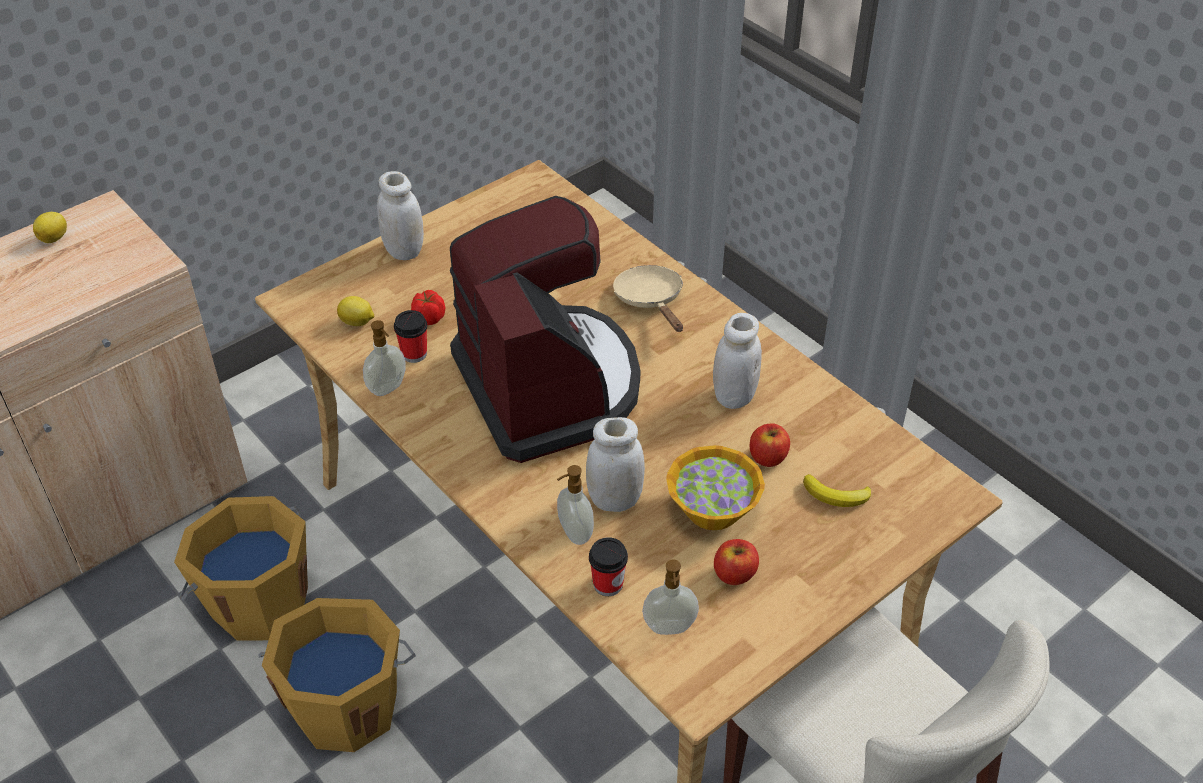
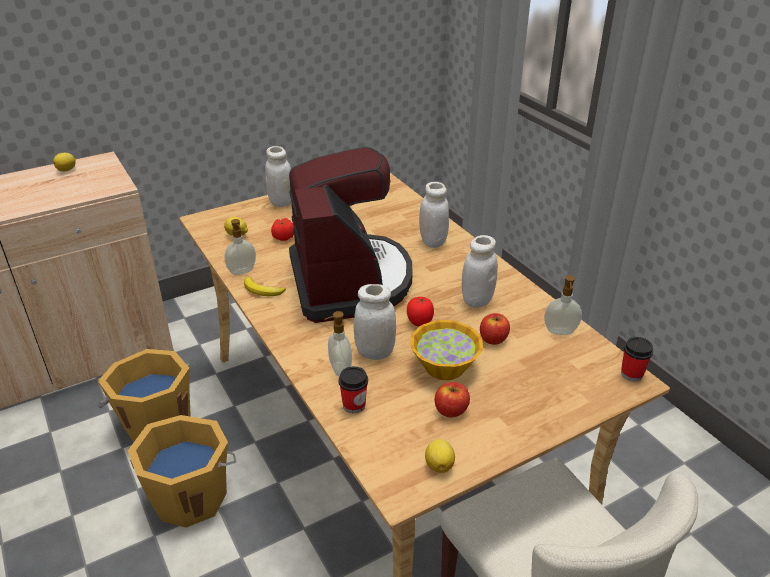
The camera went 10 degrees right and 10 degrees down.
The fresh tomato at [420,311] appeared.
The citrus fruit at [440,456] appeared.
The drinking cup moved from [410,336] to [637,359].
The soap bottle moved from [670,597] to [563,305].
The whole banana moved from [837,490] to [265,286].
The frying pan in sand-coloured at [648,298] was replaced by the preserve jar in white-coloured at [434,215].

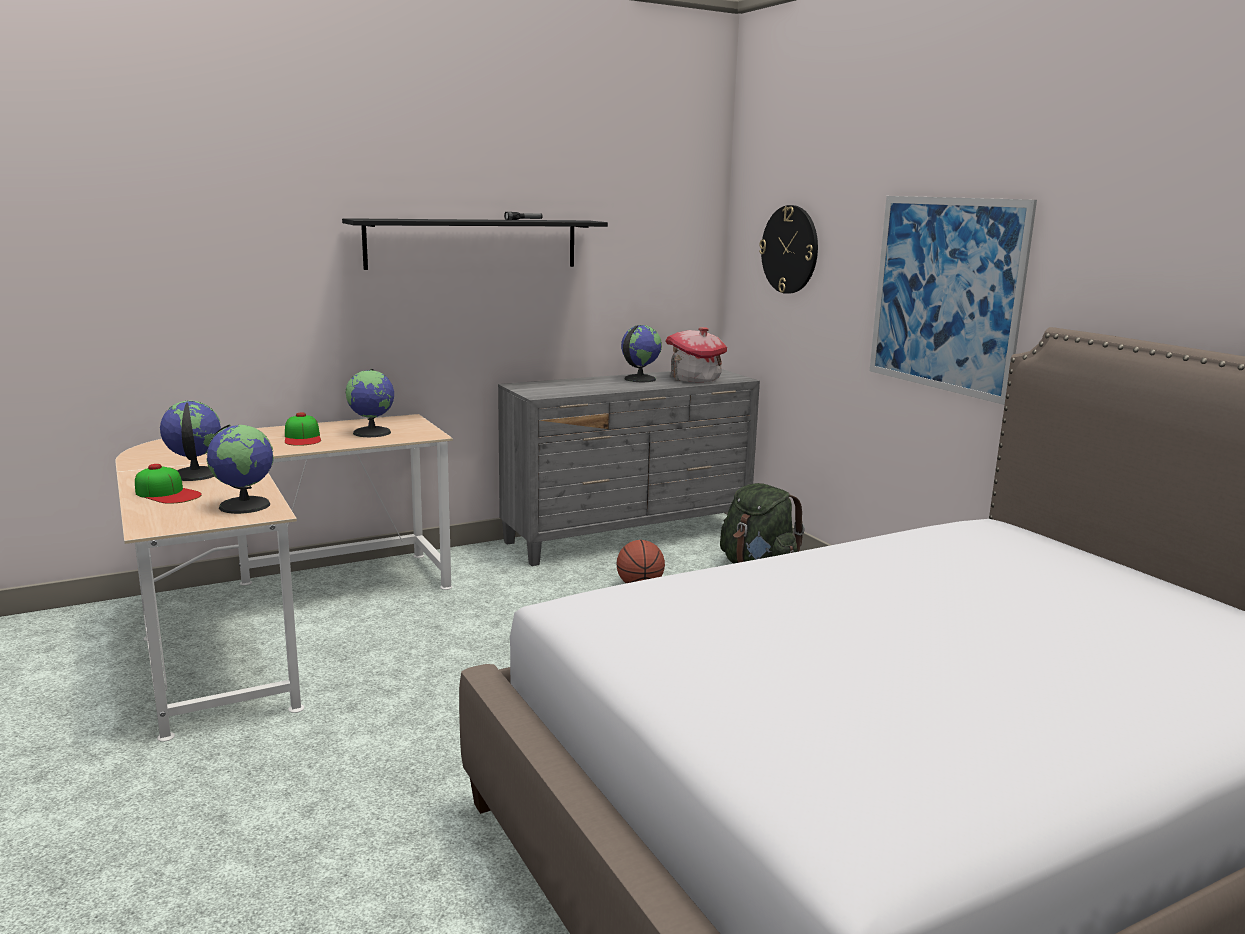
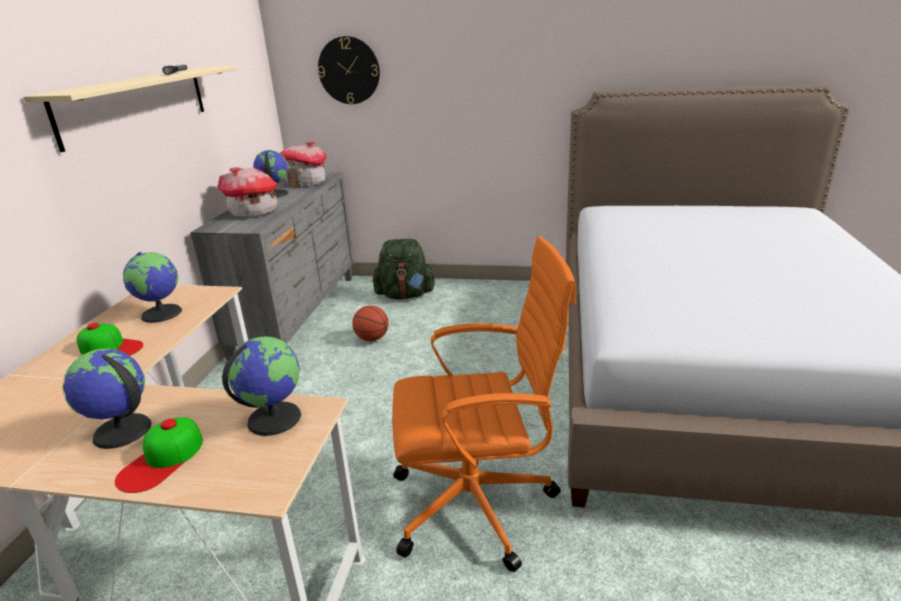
The camera went 50 degrees left and 10 degrees up.
The picture at [953,300] disappeared.
The model house at [247,192] appeared.
The desk chair in orange at [484,404] appeared.
The bracket shelf in black at [475,244] became the bracket shelf in sand-coloured at [129,109].
The peaked cap at [168,484] turned 135 degrees clockwise.

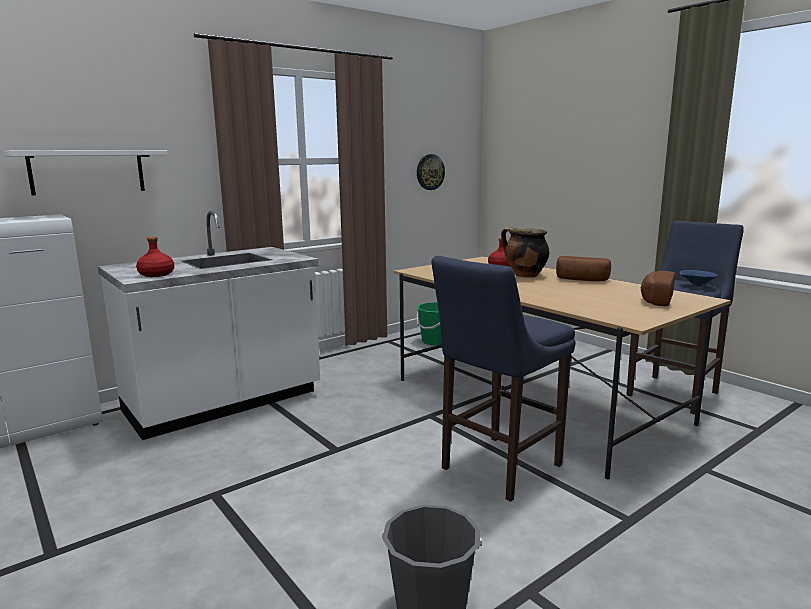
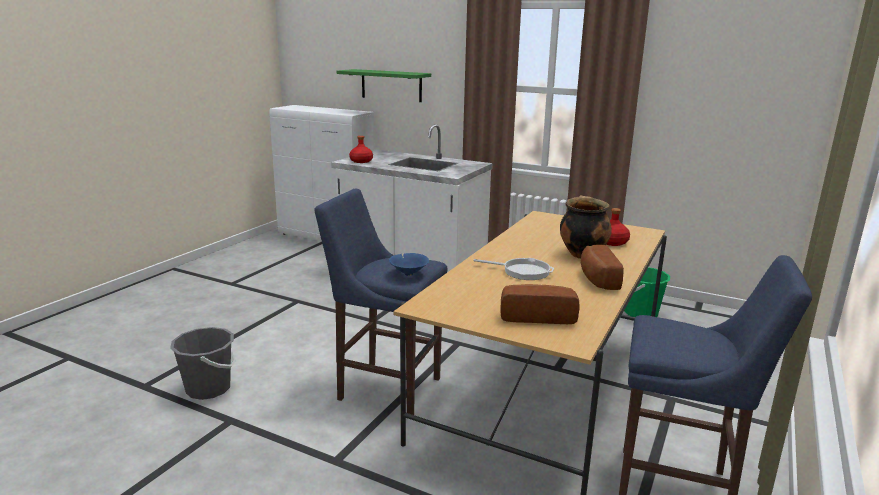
The camera went 65 degrees right and 5 degrees up.
The clock on the wall at [431,172] disappeared.
The frying pan at [514,269] appeared.
The bowl in blue-coloured moved from [698,278] to [409,264].
The bracket shelf in white-coloured at [86,172] became the bracket shelf in greenish at [384,85].

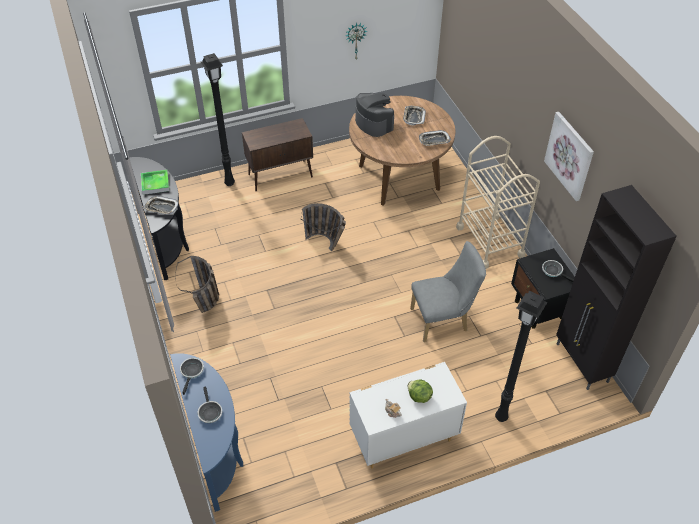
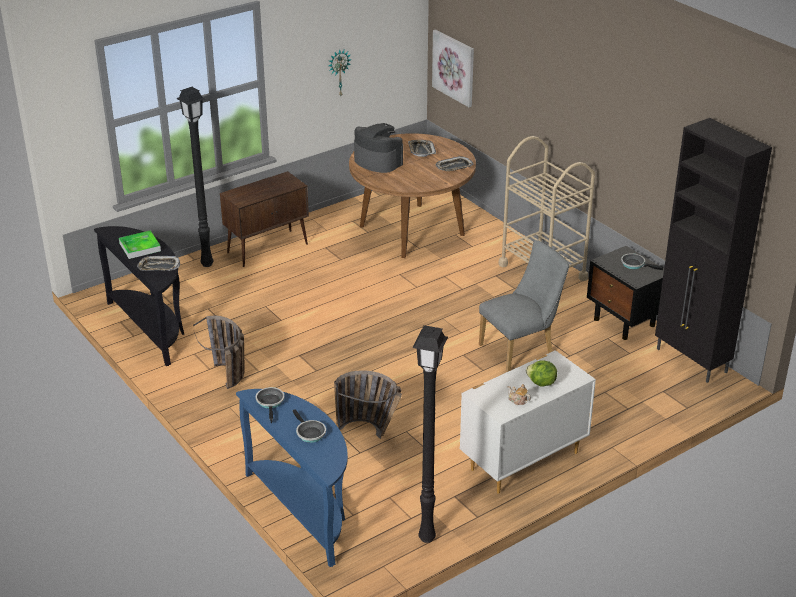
The camera went 15 degrees left and 15 degrees down.
The household basket moved from [323,227] to [368,404].
The floor lamp in black moved from [521,356] to [430,434].
The picture moved from [569,156] to [453,68].

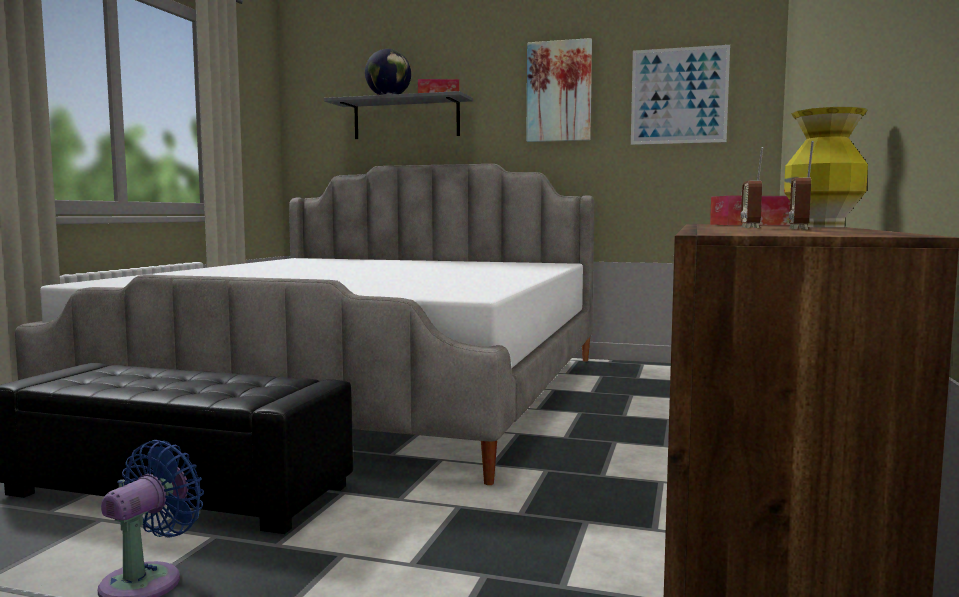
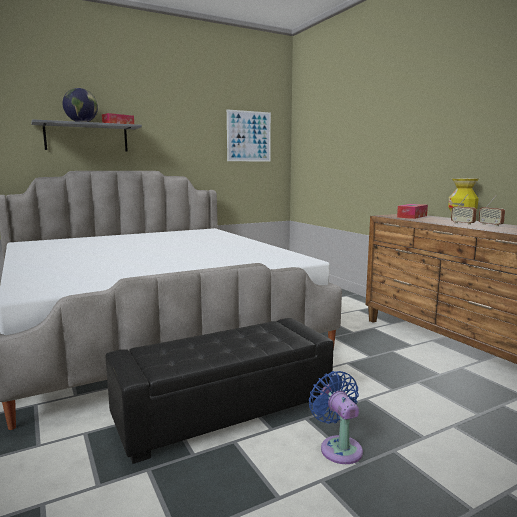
The camera went 45 degrees left and 5 degrees up.
The picture at [559,90] disappeared.

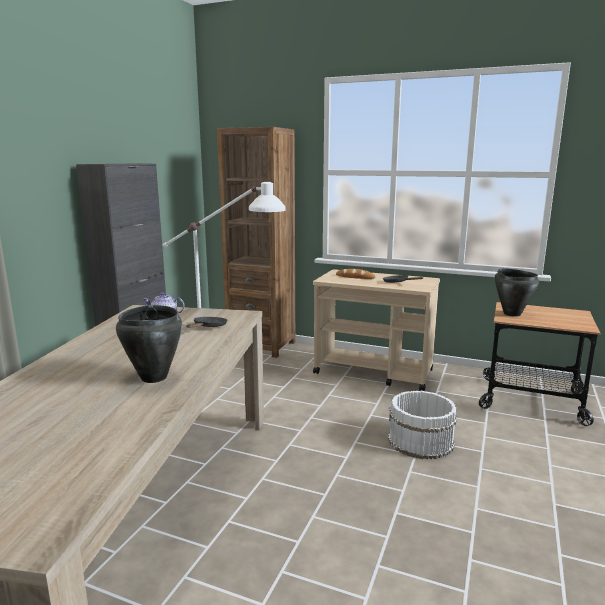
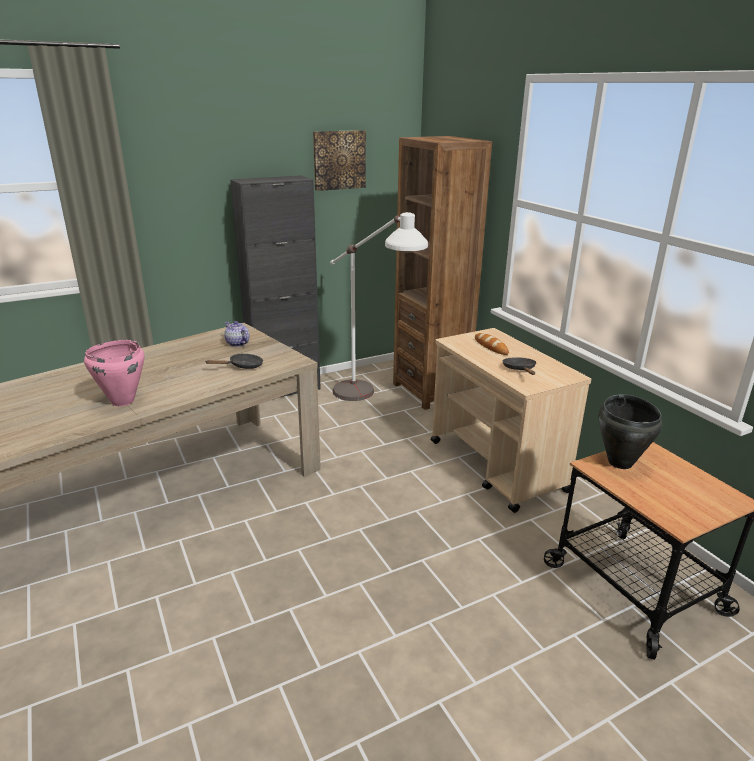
The camera went 40 degrees right and 10 degrees up.
The bucket in white-coloured at [422,425] disappeared.
The picture at [339,160] appeared.
The saucepot in black at [149,344] became the saucepot in pink at [114,373].

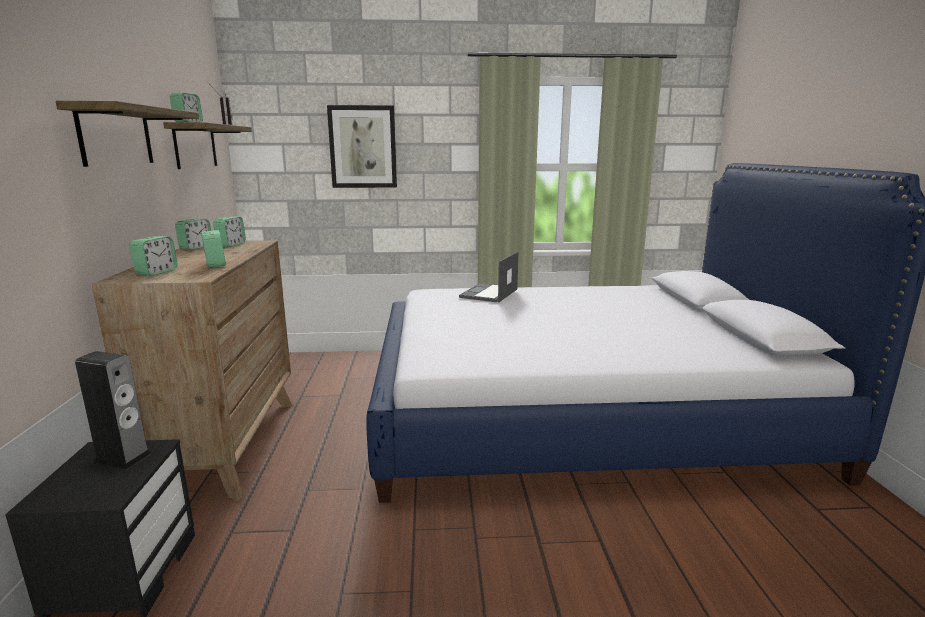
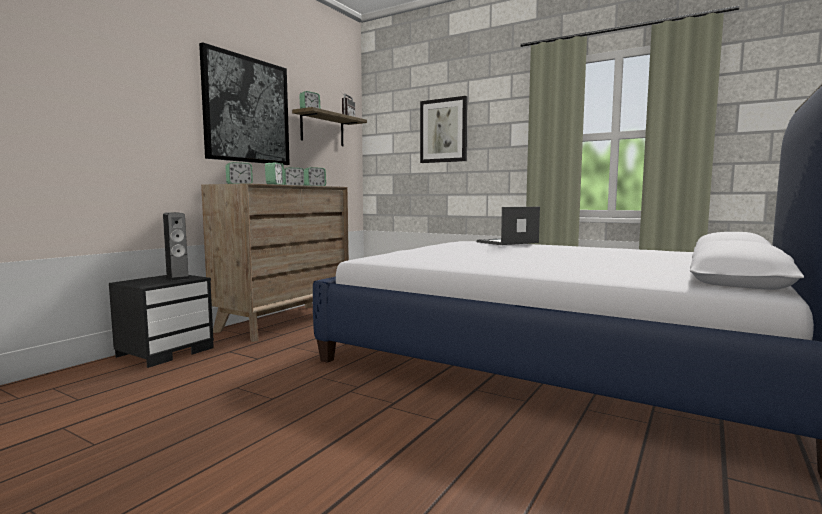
The camera went 35 degrees right and 10 degrees down.
The bracket shelf at [127,134] was replaced by the picture at [244,103].

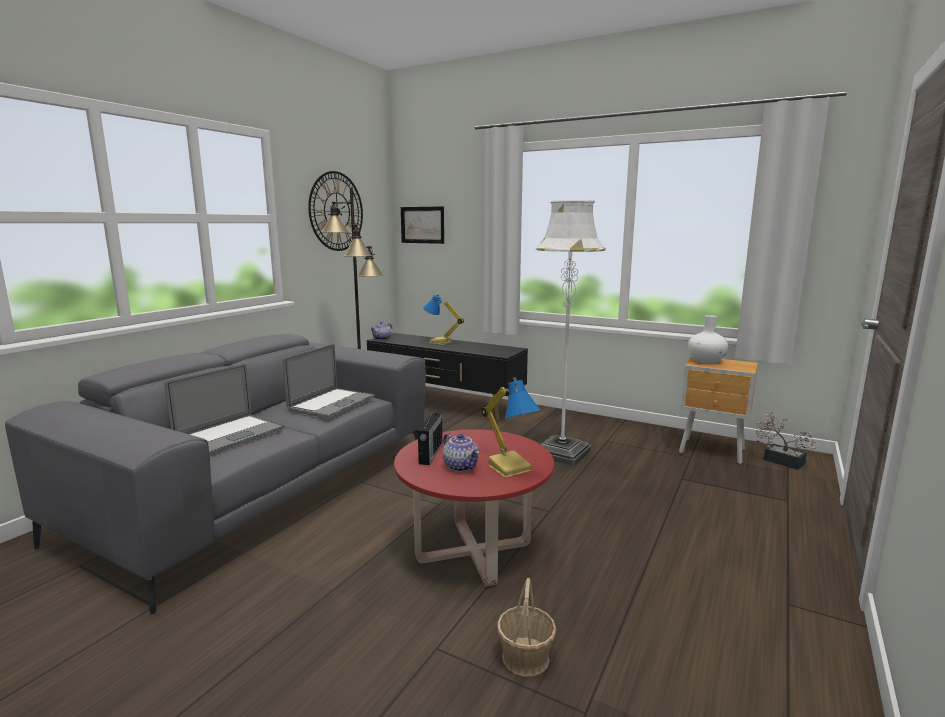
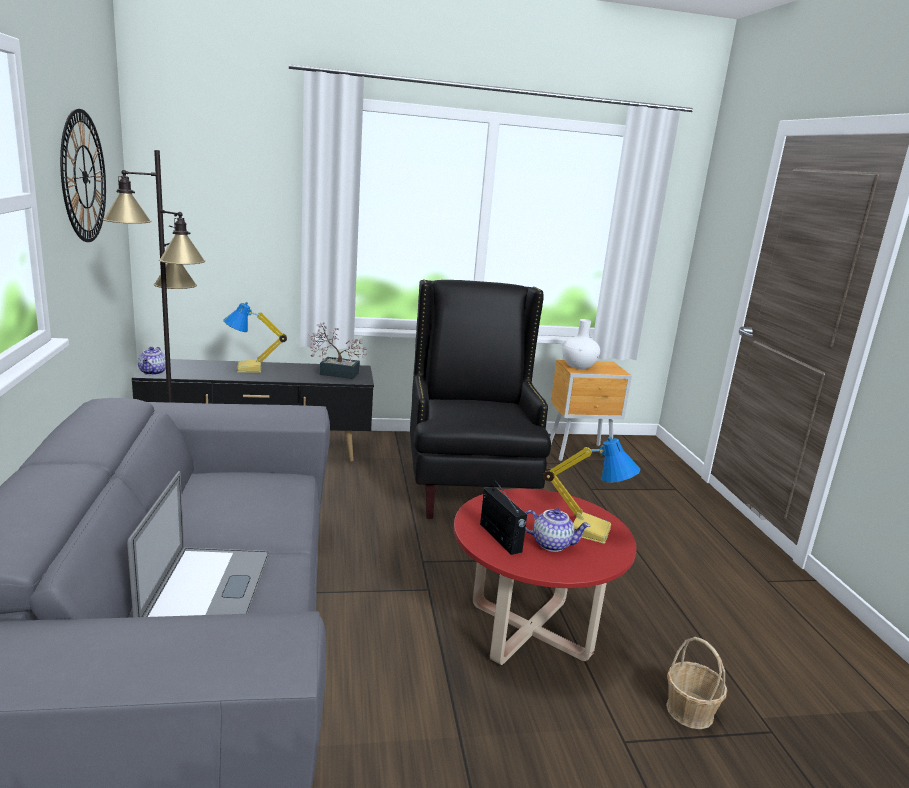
The camera went 40 degrees left and 5 degrees up.
The laptop at [329,381] disappeared.
The picture at [422,225] disappeared.
The plant in a pot moved from [786,441] to [338,350].
The floor lamp in white-coloured at [571,333] was replaced by the easy chair in black at [480,399].

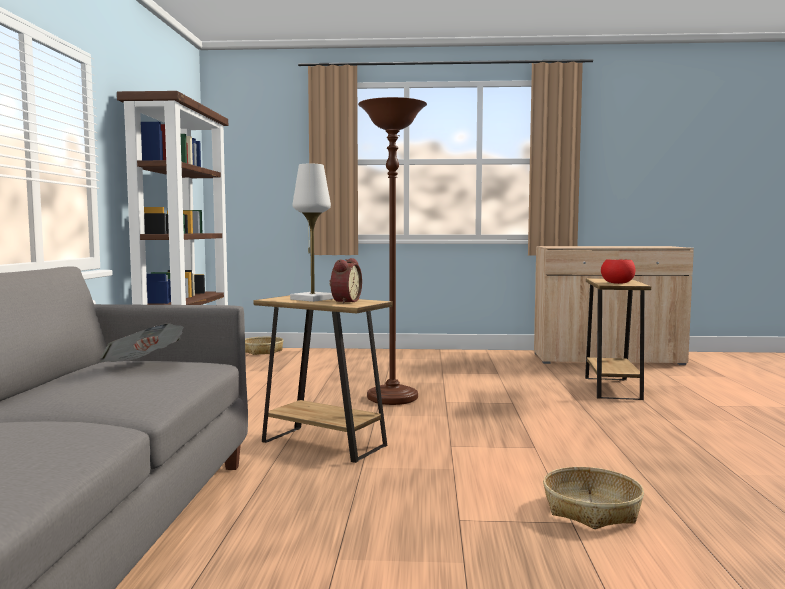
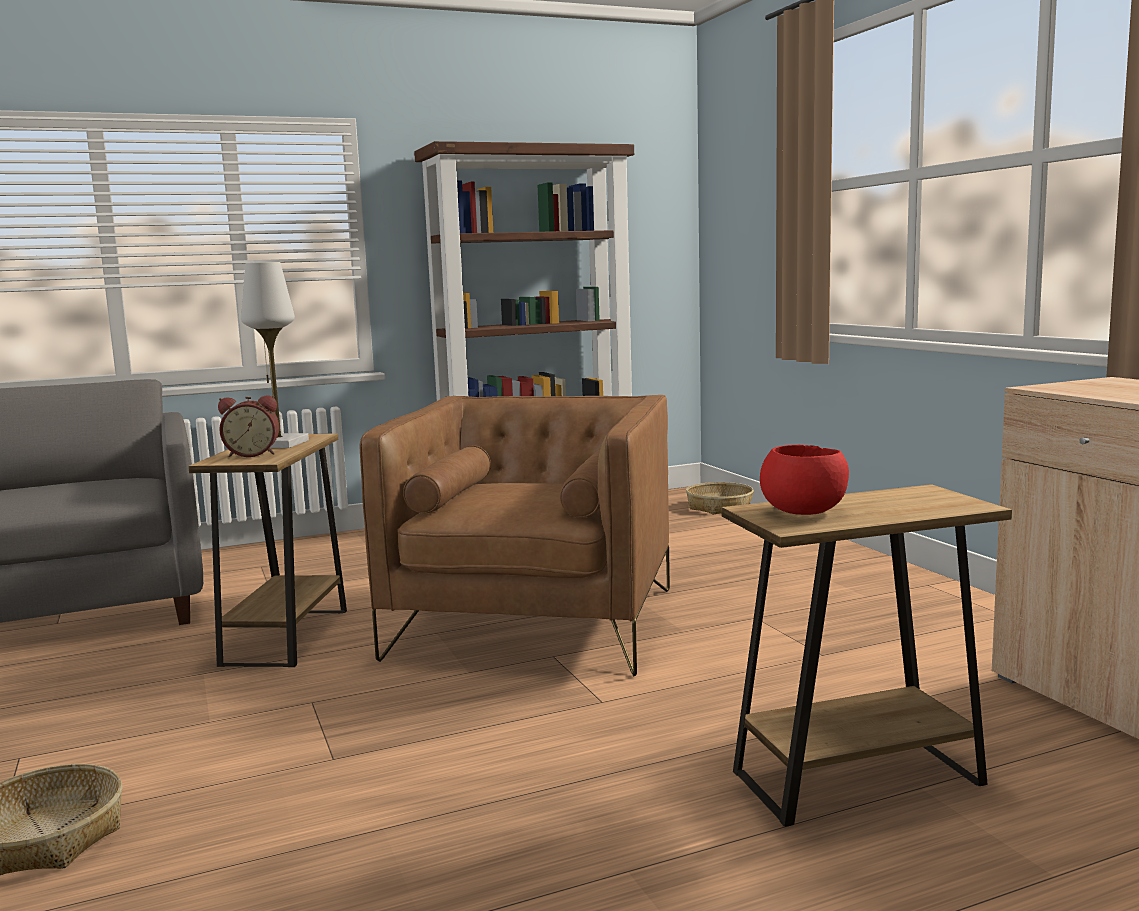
The camera went 65 degrees right and 5 degrees up.
The daily paper at [142,342] disappeared.
The floor lamp in brownish at [392,251] was replaced by the easy chair in brownish at [515,535].

